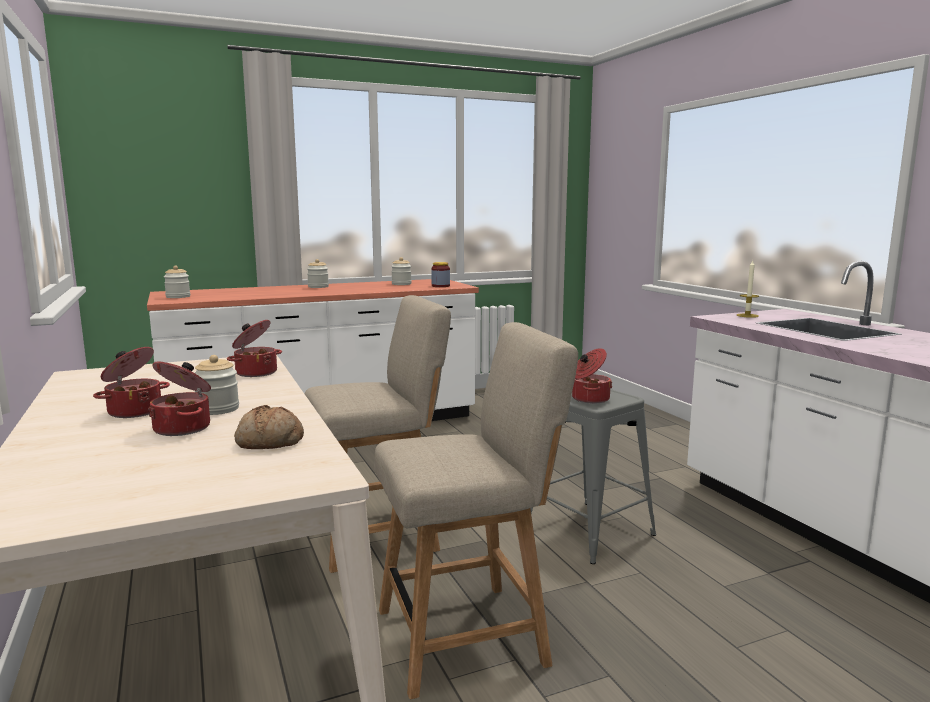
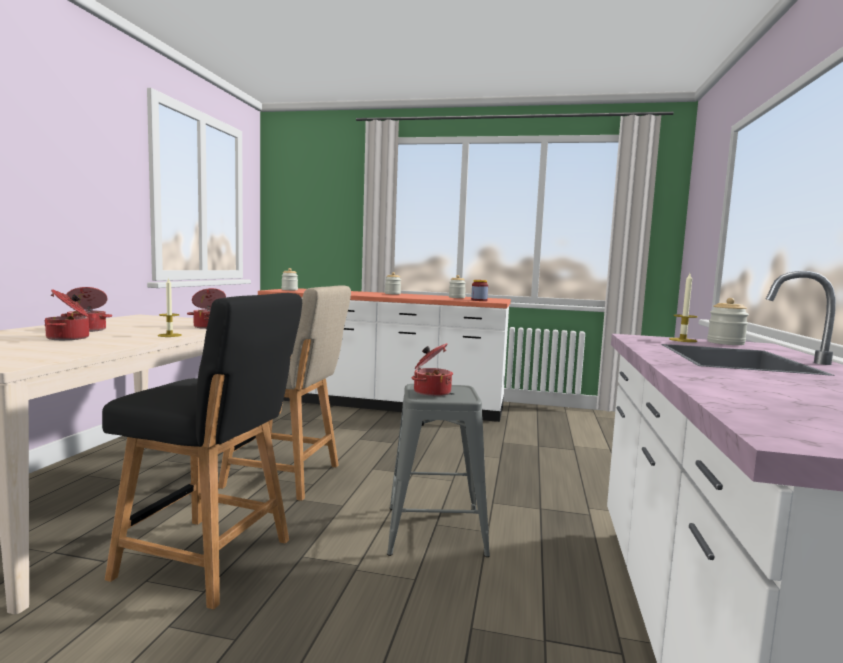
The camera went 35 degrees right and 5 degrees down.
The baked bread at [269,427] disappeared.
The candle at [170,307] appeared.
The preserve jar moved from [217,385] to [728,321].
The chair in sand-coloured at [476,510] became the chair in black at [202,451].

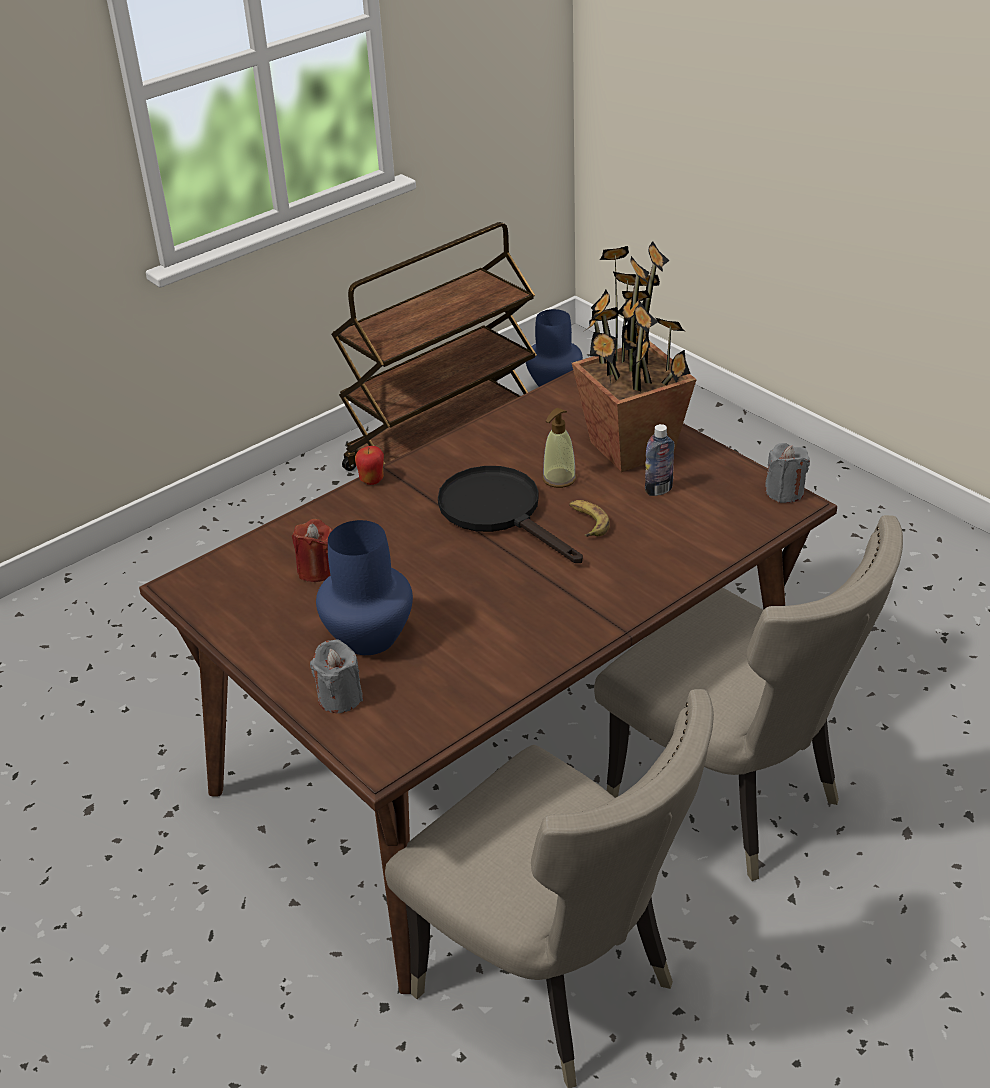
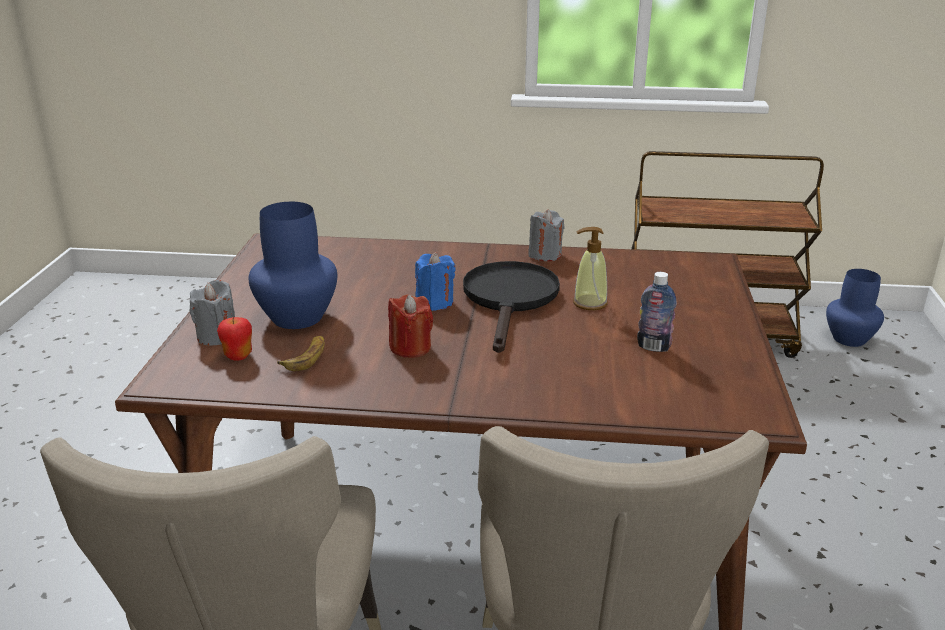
The camera went 45 degrees right and 10 degrees down.
The plant in a pot at [634,356] disappeared.
The candle in blue-coloured at [435,281] appeared.
The candle in reddish moved from [312,550] to [410,326].
The apple fruit moved from [369,465] to [234,339].
The whole banana moved from [589,518] to [300,353].
The candle in greyish moved from [787,473] to [546,235].

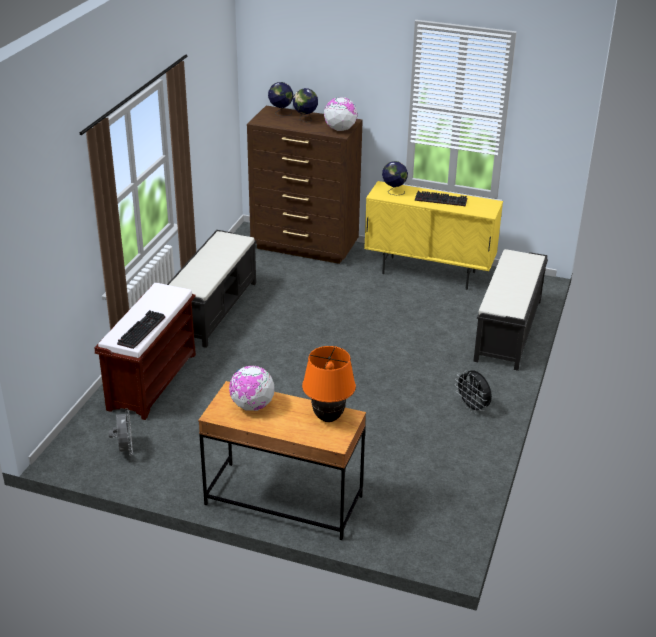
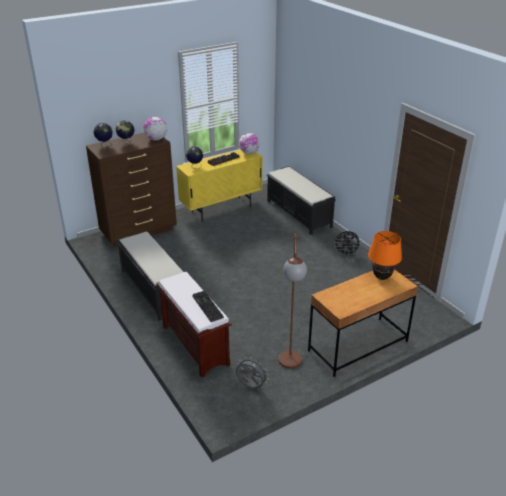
The camera went 50 degrees left and 0 degrees up.
The floor lamp in brownish at [292,301] appeared.
The desk globe moved from [251,388] to [249,143].

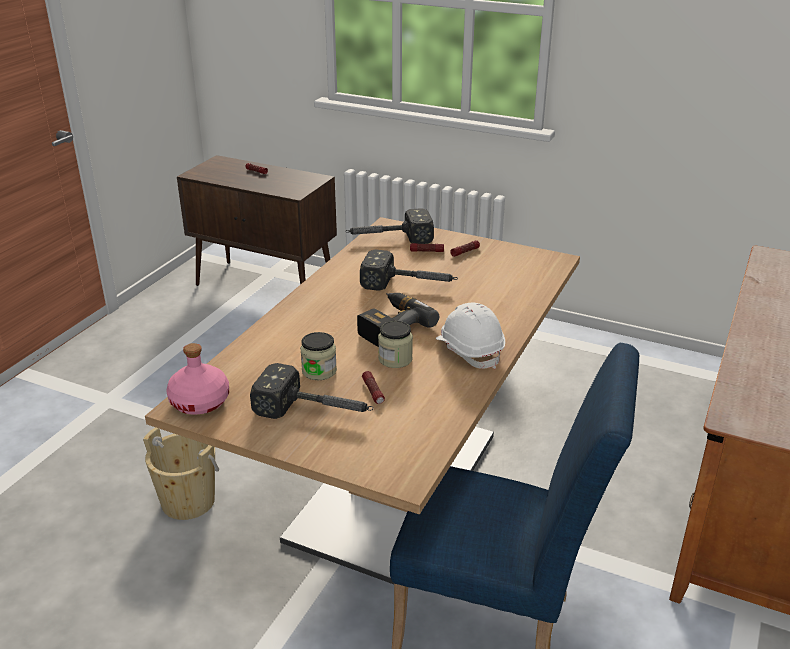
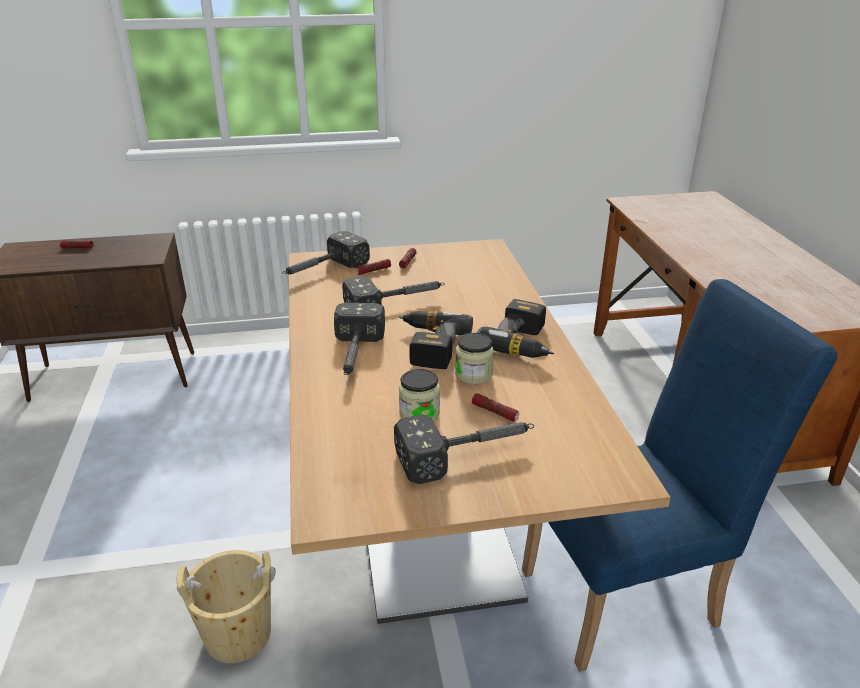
The camera went 35 degrees left and 0 degrees up.
The bottle in pink at [197,378] disappeared.
The hand hammer at [359,339] appeared.
The hard hat in white-coloured at [470,336] was replaced by the electric drill at [515,328].

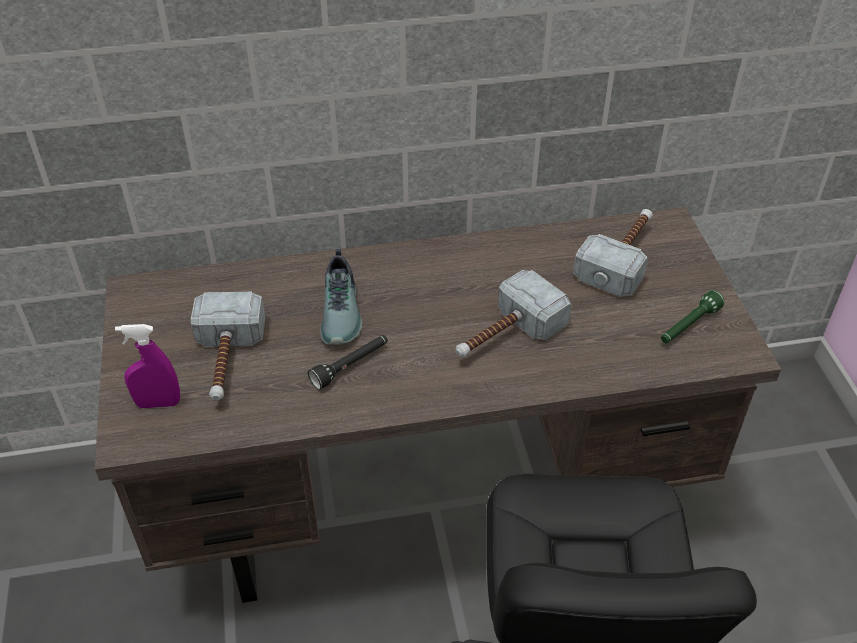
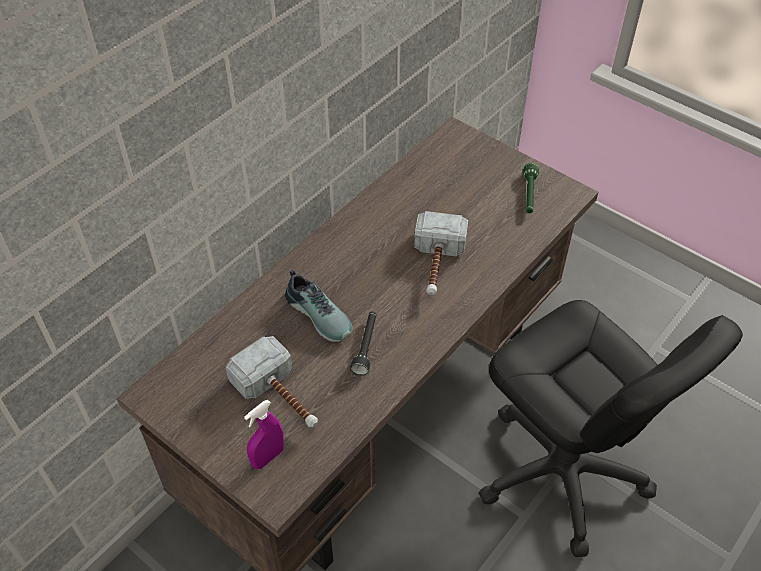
The camera went 40 degrees left and 5 degrees up.
The hand hammer at [613,253] disappeared.

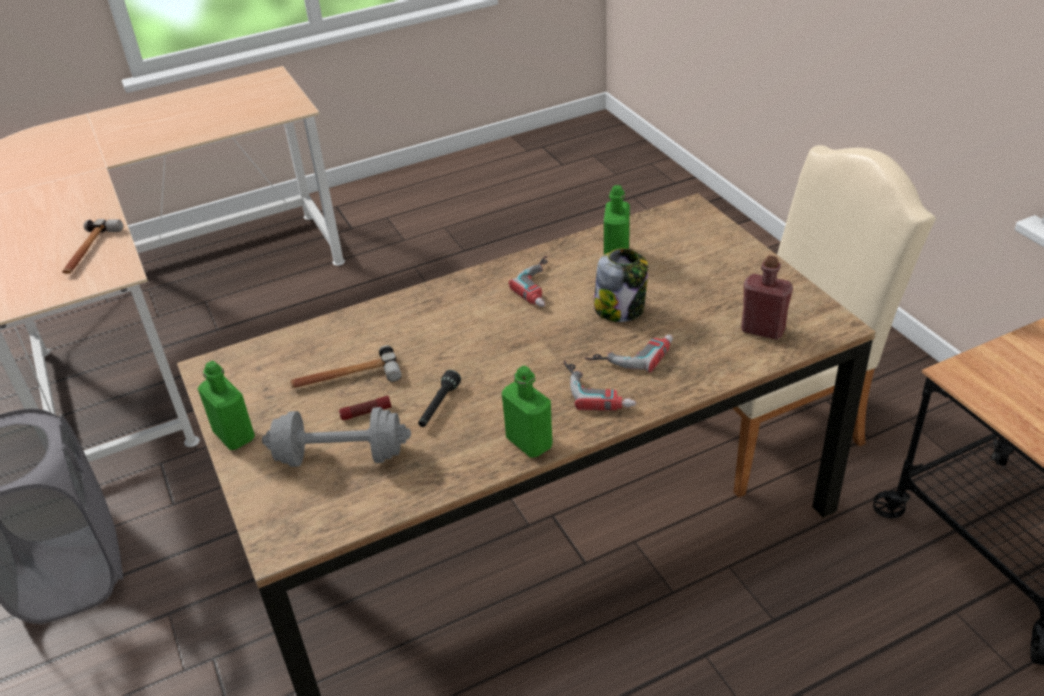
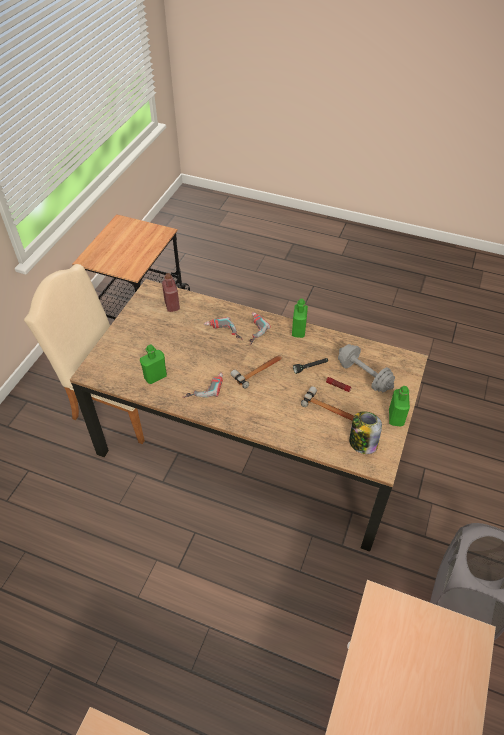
The camera went 135 degrees left and 10 degrees up.
The hand hammer moved from [92,246] to [256,371].
The preserve jar moved from [621,285] to [365,432].

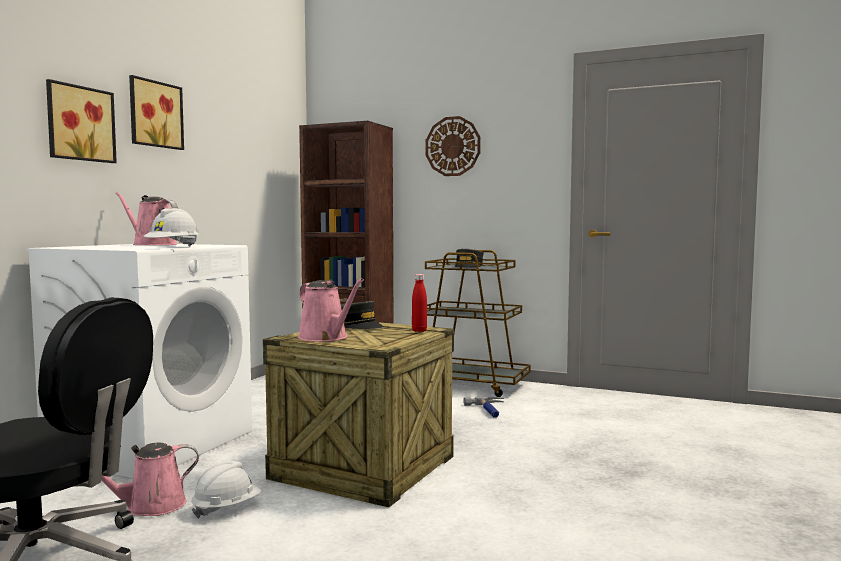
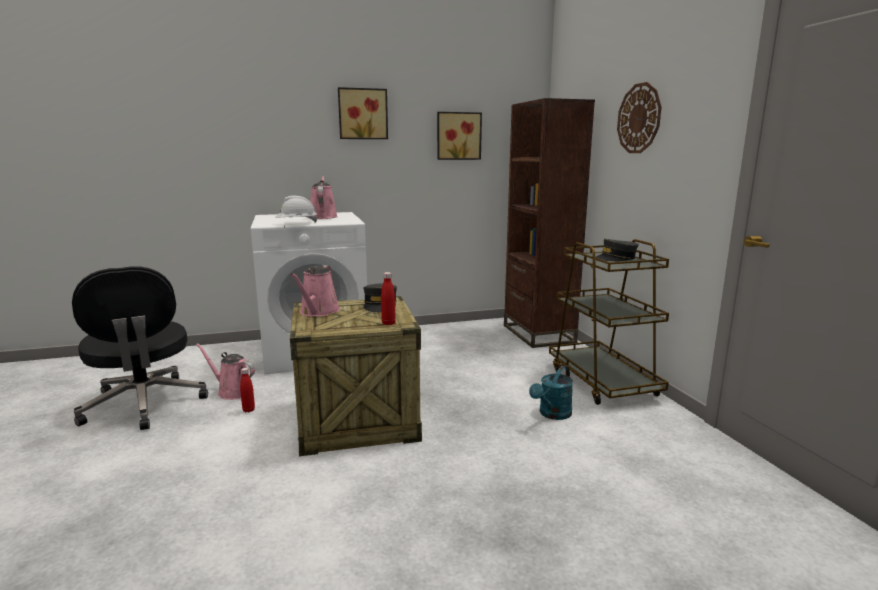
The camera went 50 degrees right and 10 degrees up.
The picture moved from [81,121] to [459,136].
The hard hat in white-coloured at [226,489] was replaced by the bottle in reddish at [247,390].
The hand hammer at [483,407] was replaced by the watering pot in turquoise at [551,393].

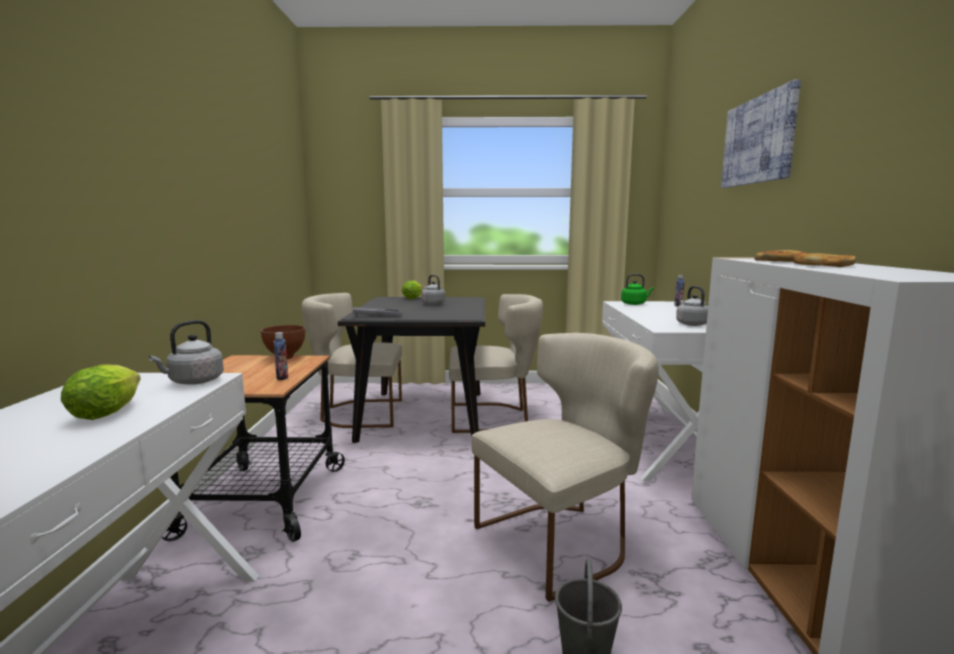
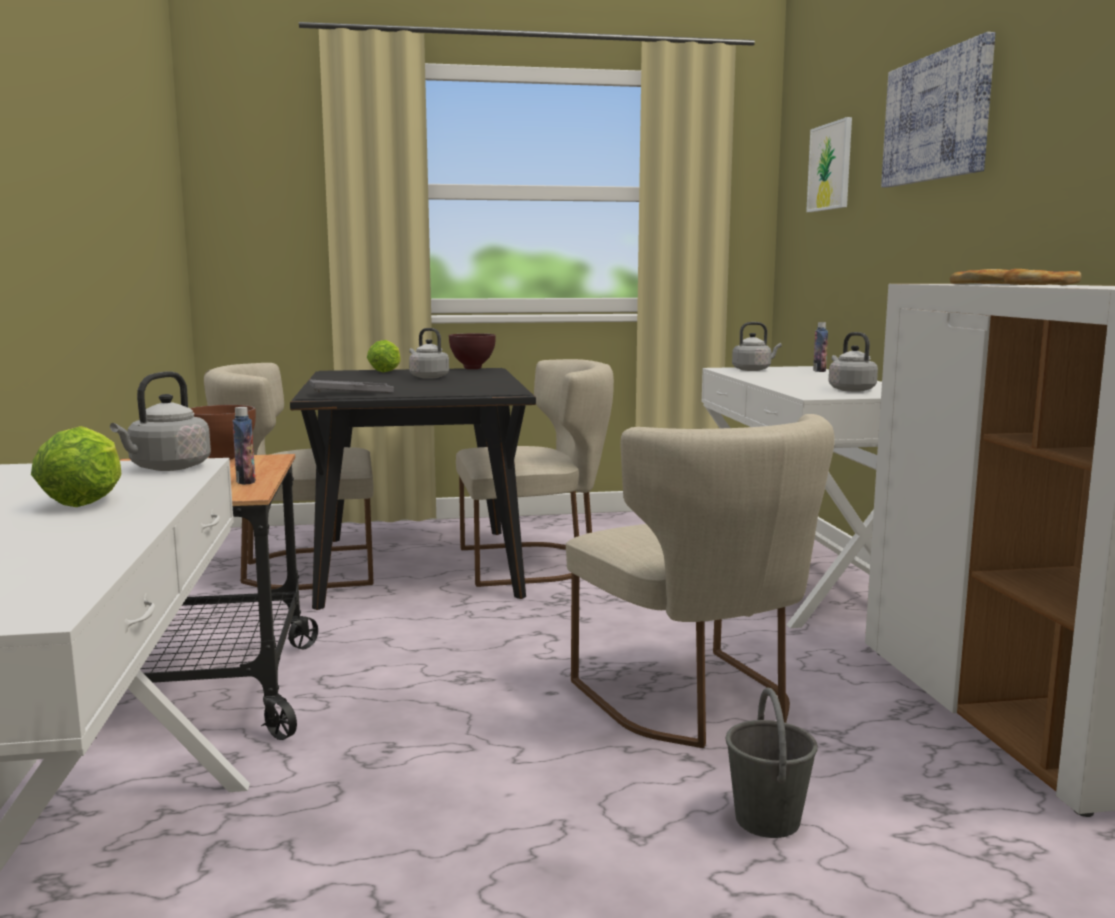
The camera went 10 degrees left and 0 degrees up.
The bowl in brownish at [472,351] appeared.
The picture at [829,164] appeared.
The tea kettle in greenish at [637,289] became the tea kettle in greyish at [757,346].
The chair in sand-coloured at [565,467] turned 105 degrees clockwise.

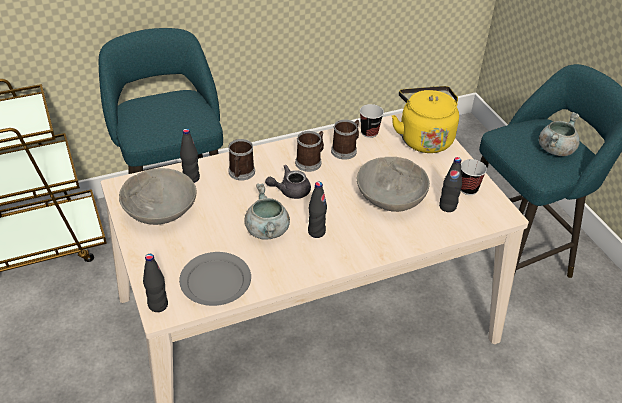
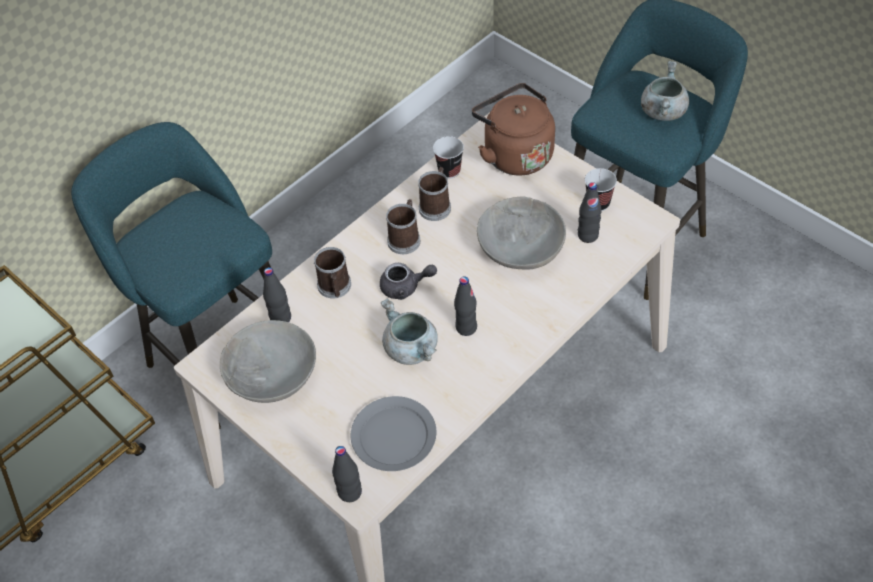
The camera went 20 degrees left and 10 degrees up.
The tea kettle in yellowish at [425,119] became the tea kettle in brownish at [513,129].
The teapot in greyish at [288,182] turned 135 degrees counterclockwise.

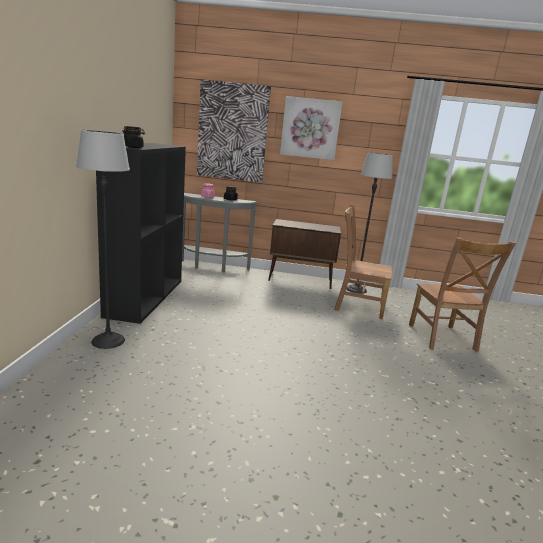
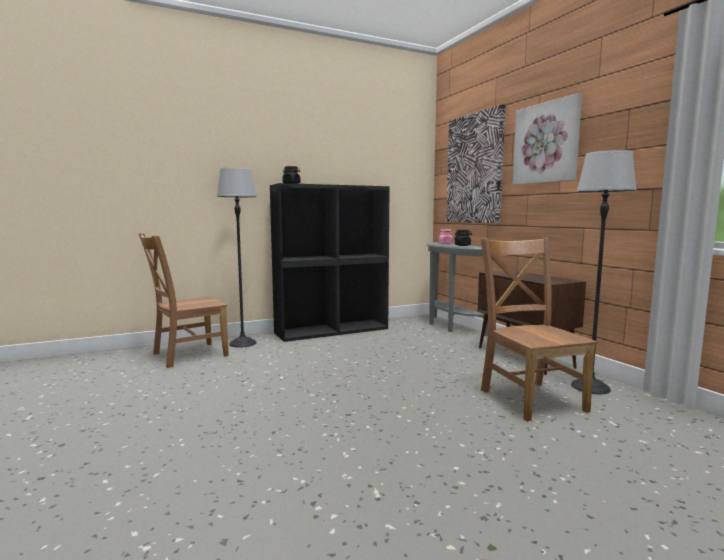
The camera went 60 degrees right and 10 degrees down.
The chair in brownish moved from [462,295] to [184,300].

